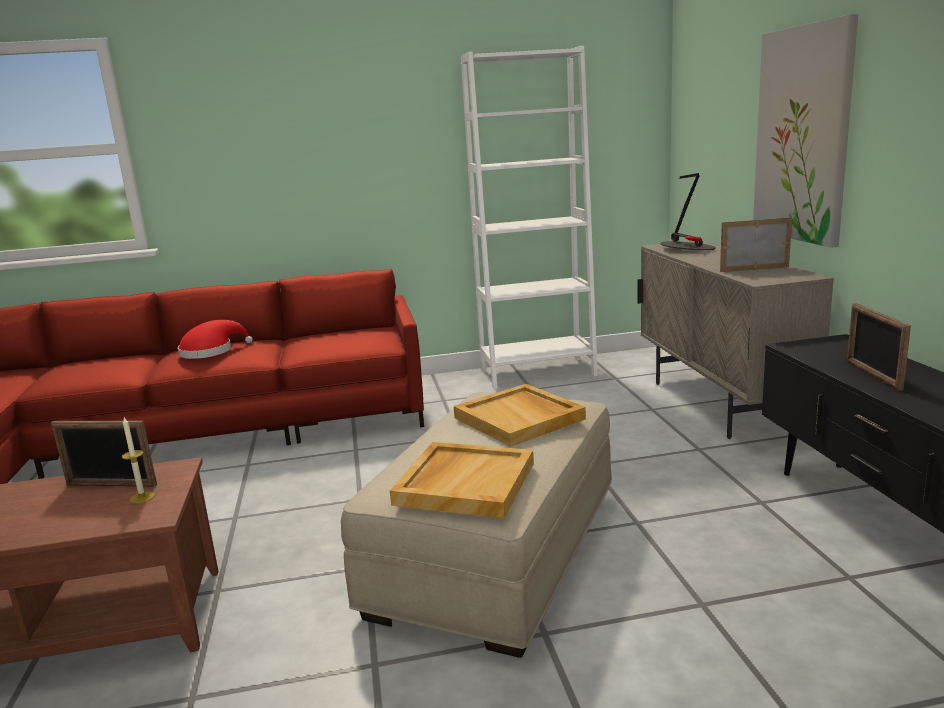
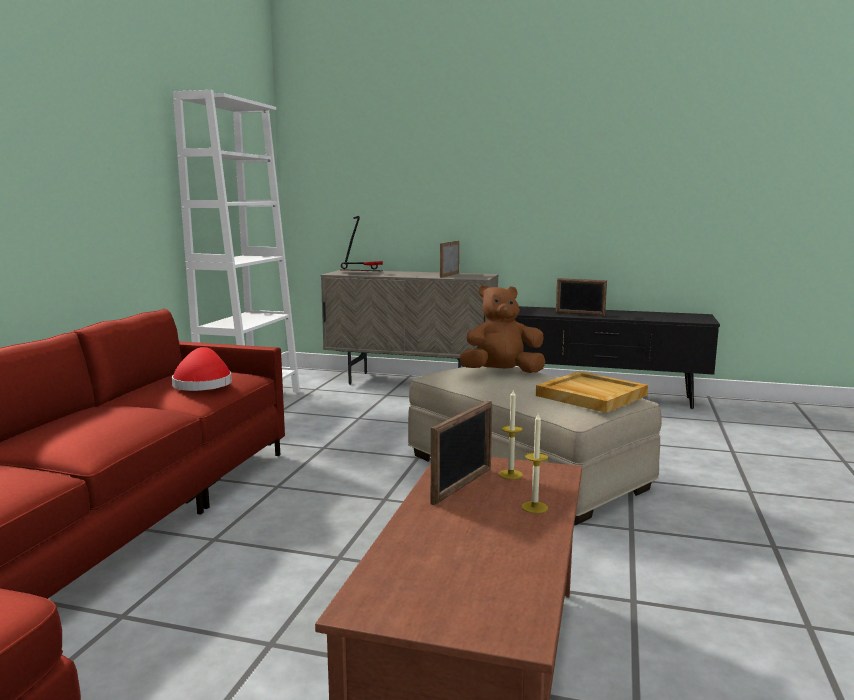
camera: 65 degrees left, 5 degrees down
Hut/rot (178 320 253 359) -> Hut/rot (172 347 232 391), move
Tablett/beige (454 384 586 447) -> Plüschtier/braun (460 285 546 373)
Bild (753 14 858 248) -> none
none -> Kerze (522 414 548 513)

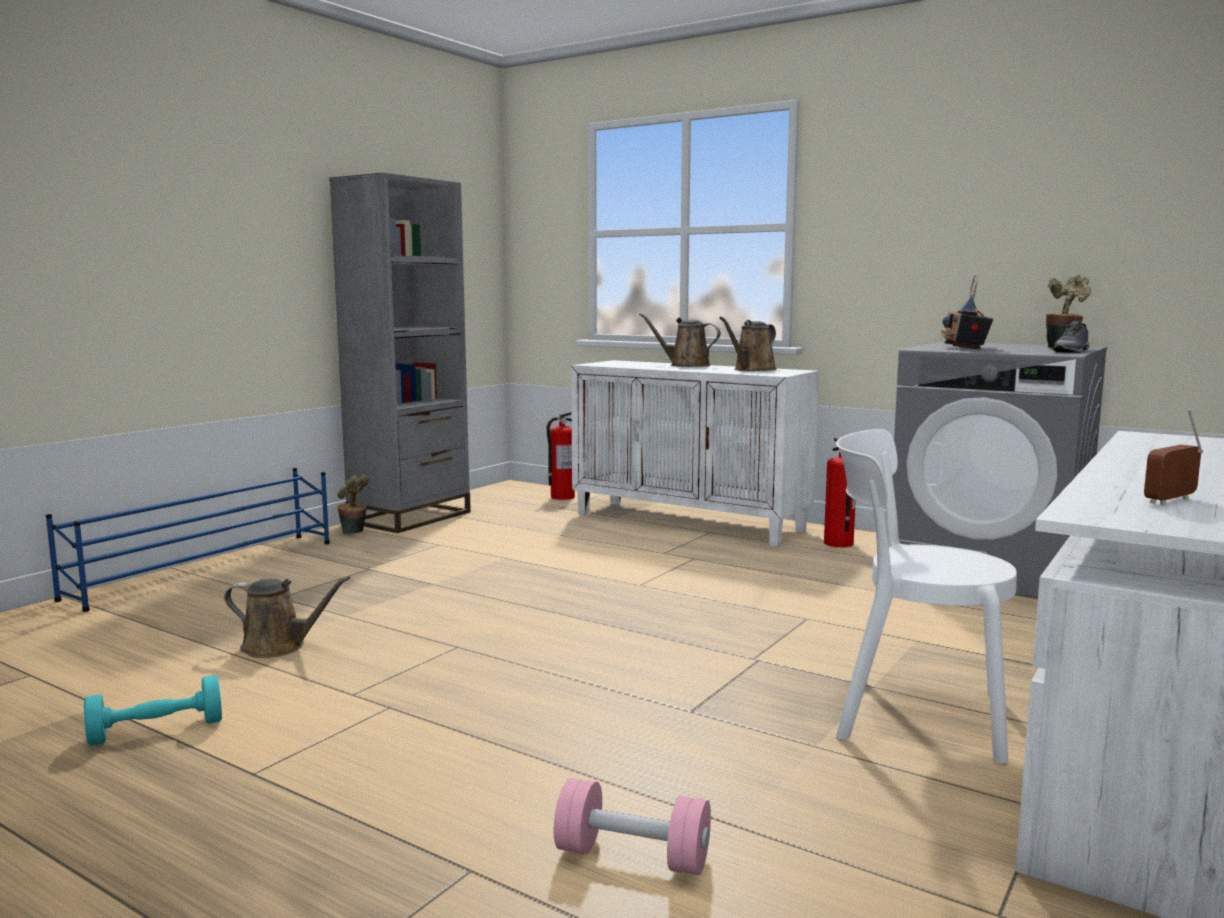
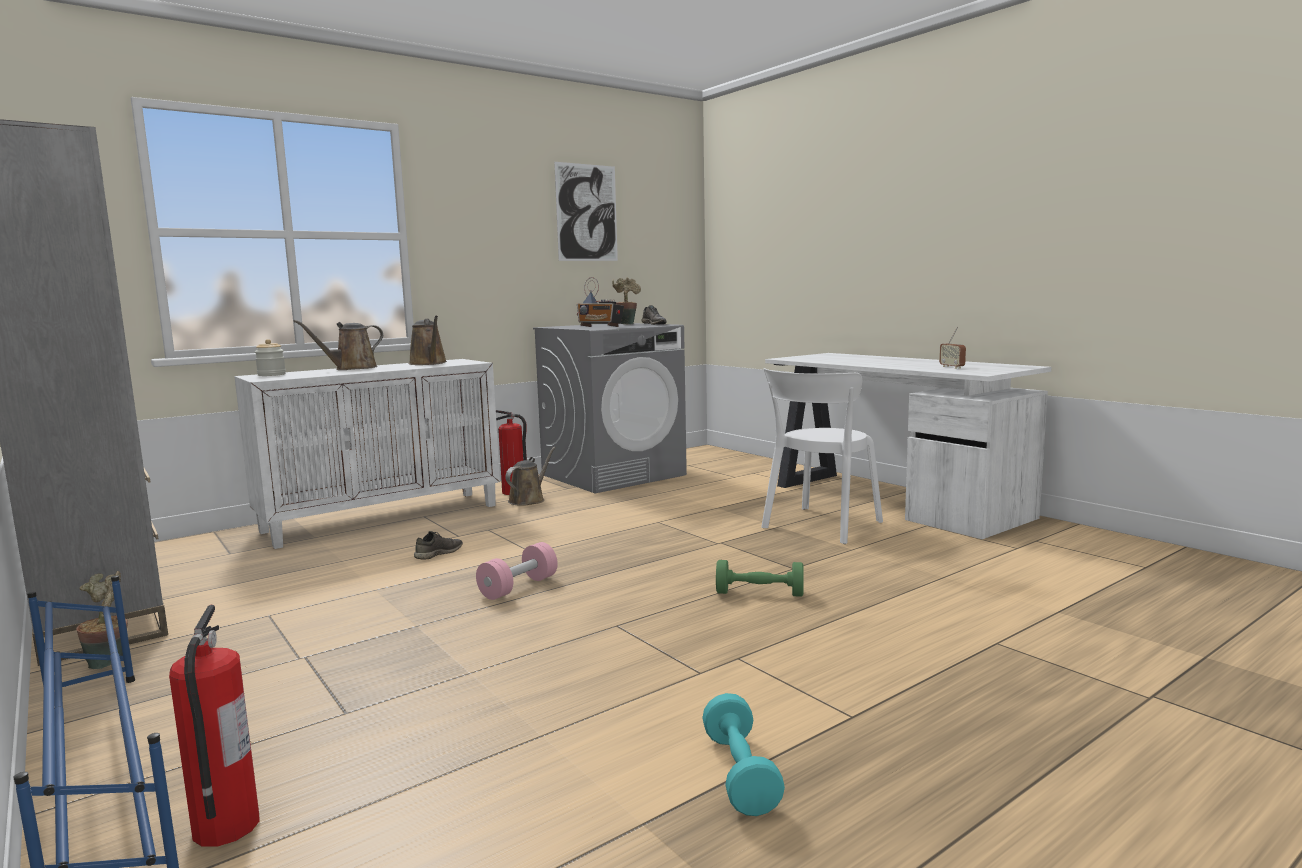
camera: 70 degrees left, 0 degrees up
Gießkanne/braun (224 576 350 658) -> Gießkanne/braun (505 447 556 506), move
Feuerlöscher (546 412 575 500) -> Feuerlöscher (169 605 260 847), move
Hantel/rosa (554 778 711 875) -> Hantel/rosa (476 542 558 600), move
none -> Vorratsglas (255 339 286 376)
none -> Schuh/grau (414 531 463 560)
none -> Bild (554 162 618 261)
none -> Hantel/grün (716 560 804 597)

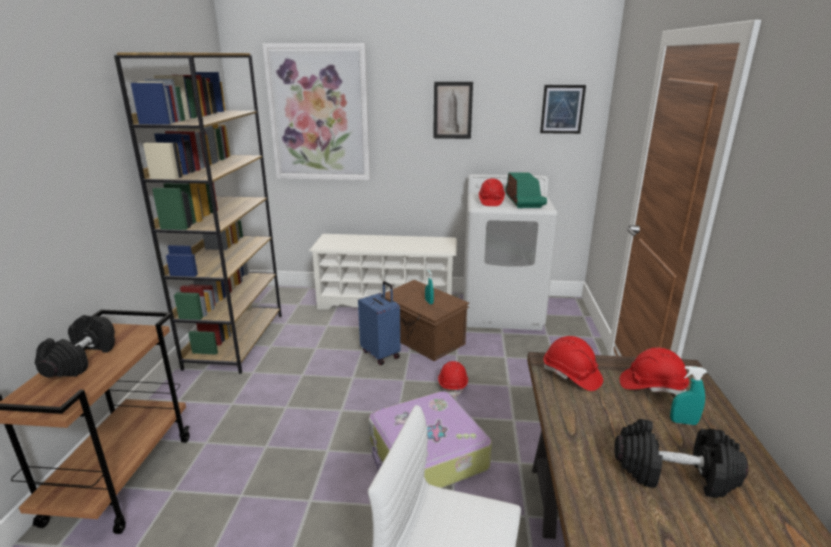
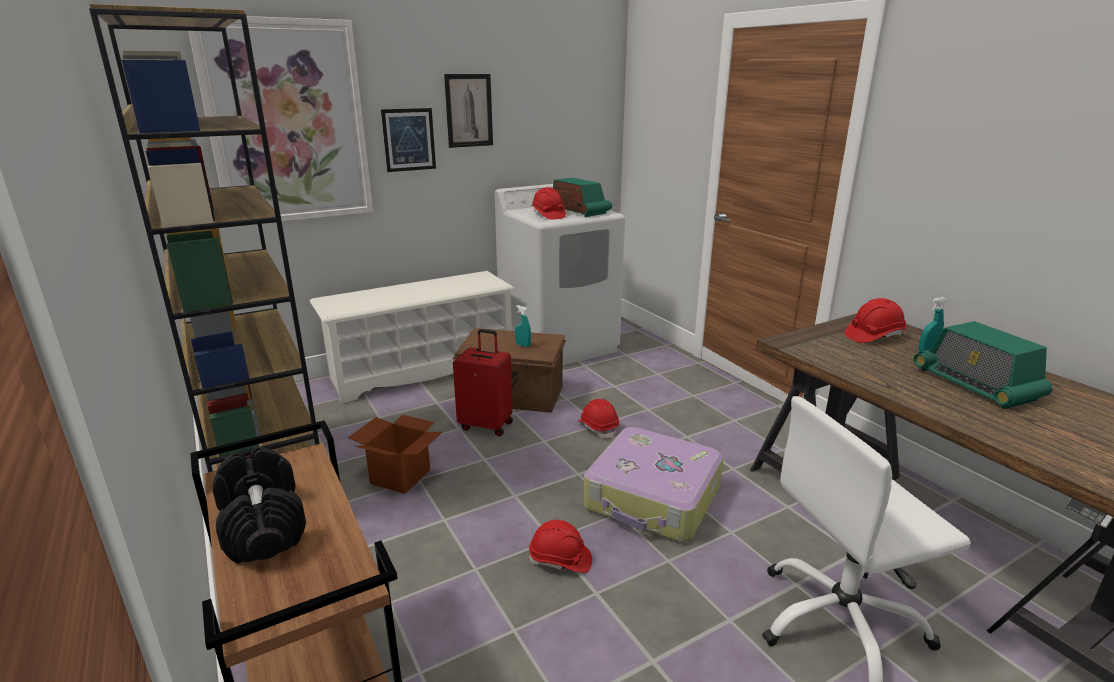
camera: 35 degrees left, 0 degrees up
Koffer/blau (358 281 400 365) -> Koffer/rot (453 329 513 436)
Bild (540 85 586 134) -> Bild (381 108 436 172), move
Schutzhelm/rot (544 336 603 391) -> Schutzhelm/rot (528 520 592 573), move
Hantel/schwarz (615 419 748 498) -> Radio (913 321 1052 409)
none -> Karton (348 415 443 494)

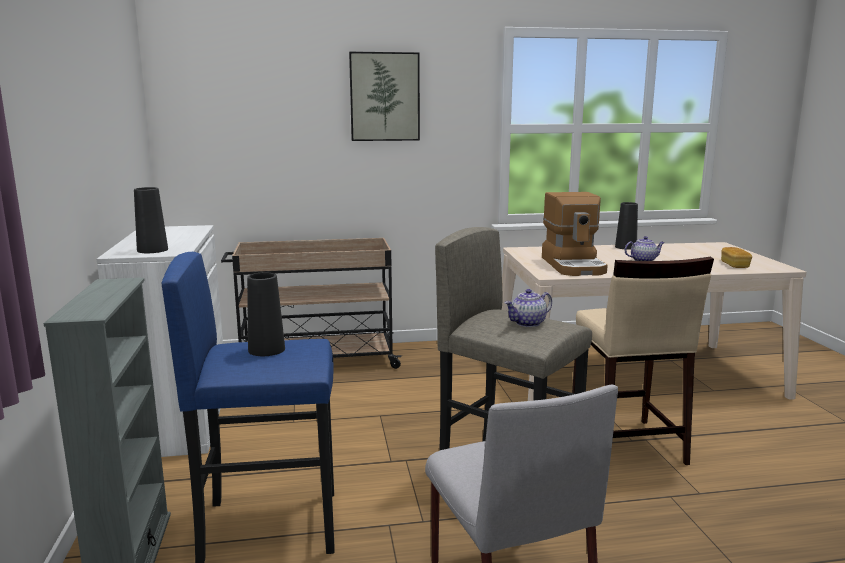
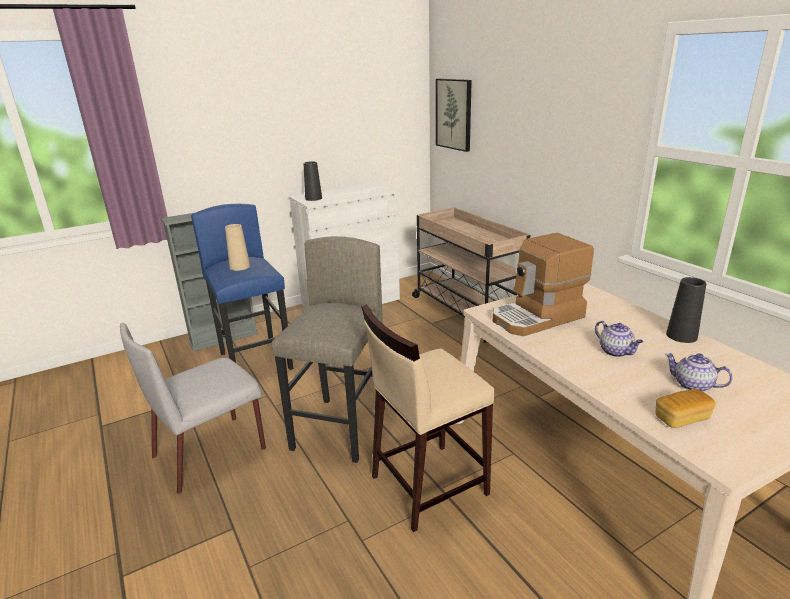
camera: 70 degrees right, 10 degrees up
Vase/schwarz (247 272 285 356) -> Vase/beige (225 224 250 271)
Bild (349 52 420 141) -> Bild (436 79 472 152), move
Teekanne (504 289 552 327) -> Teekanne (665 353 733 392), move

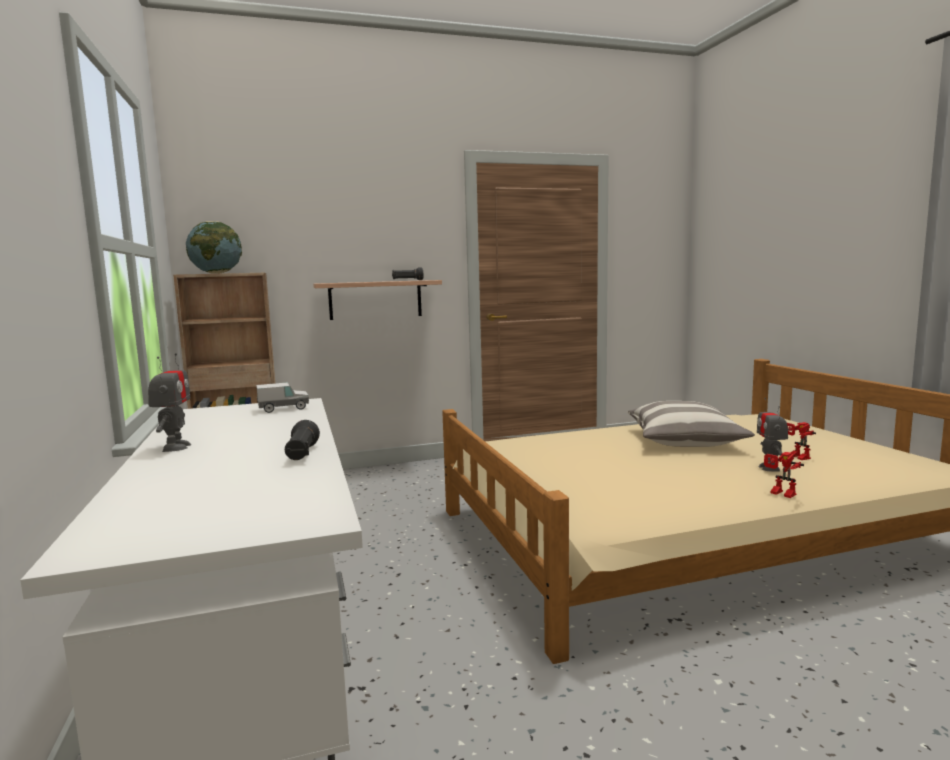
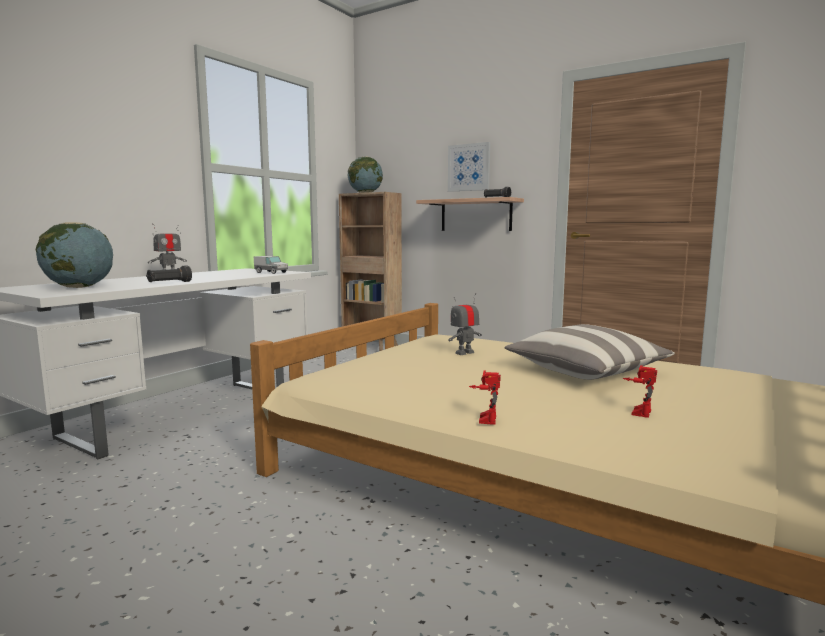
camera: 50 degrees right, 0 degrees up
Spielzeugroboter (757 398 788 472) -> Spielzeugroboter (448 293 482 355), move
none -> Globus (36 222 113 288)
none -> Bild (448 142 490 192)

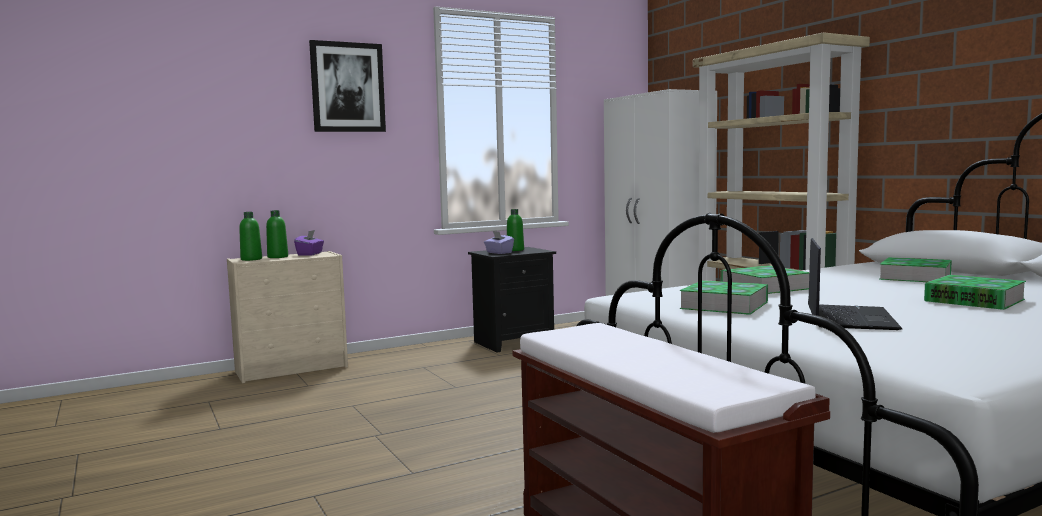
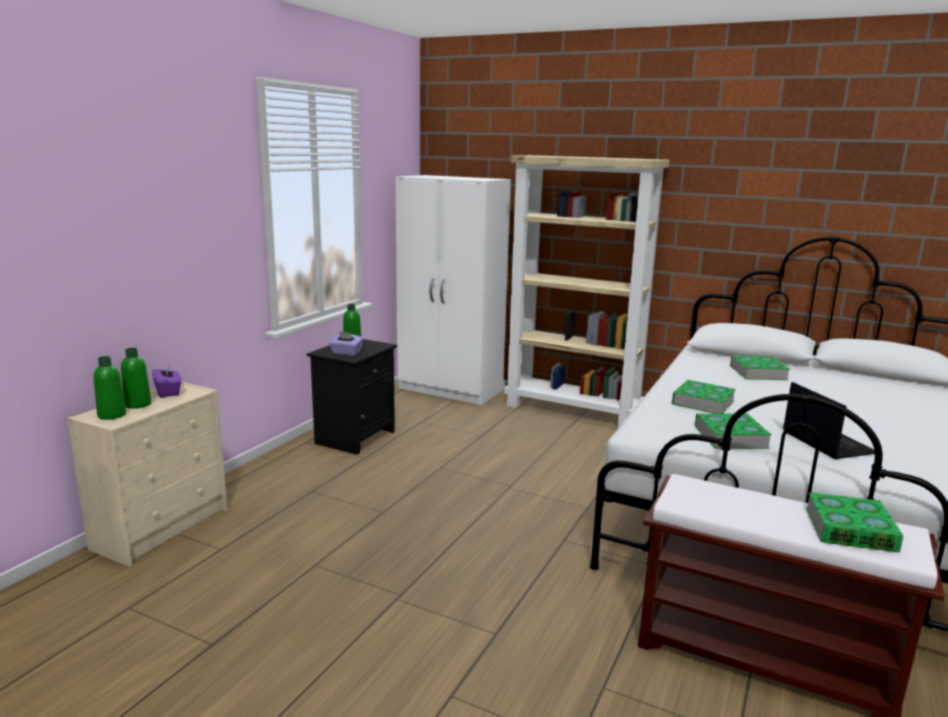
camera: 35 degrees left, 10 degrees up
Bild (309 40 386 132) -> none
Buch (924 275 1026 310) -> Buch (806 492 904 552), move

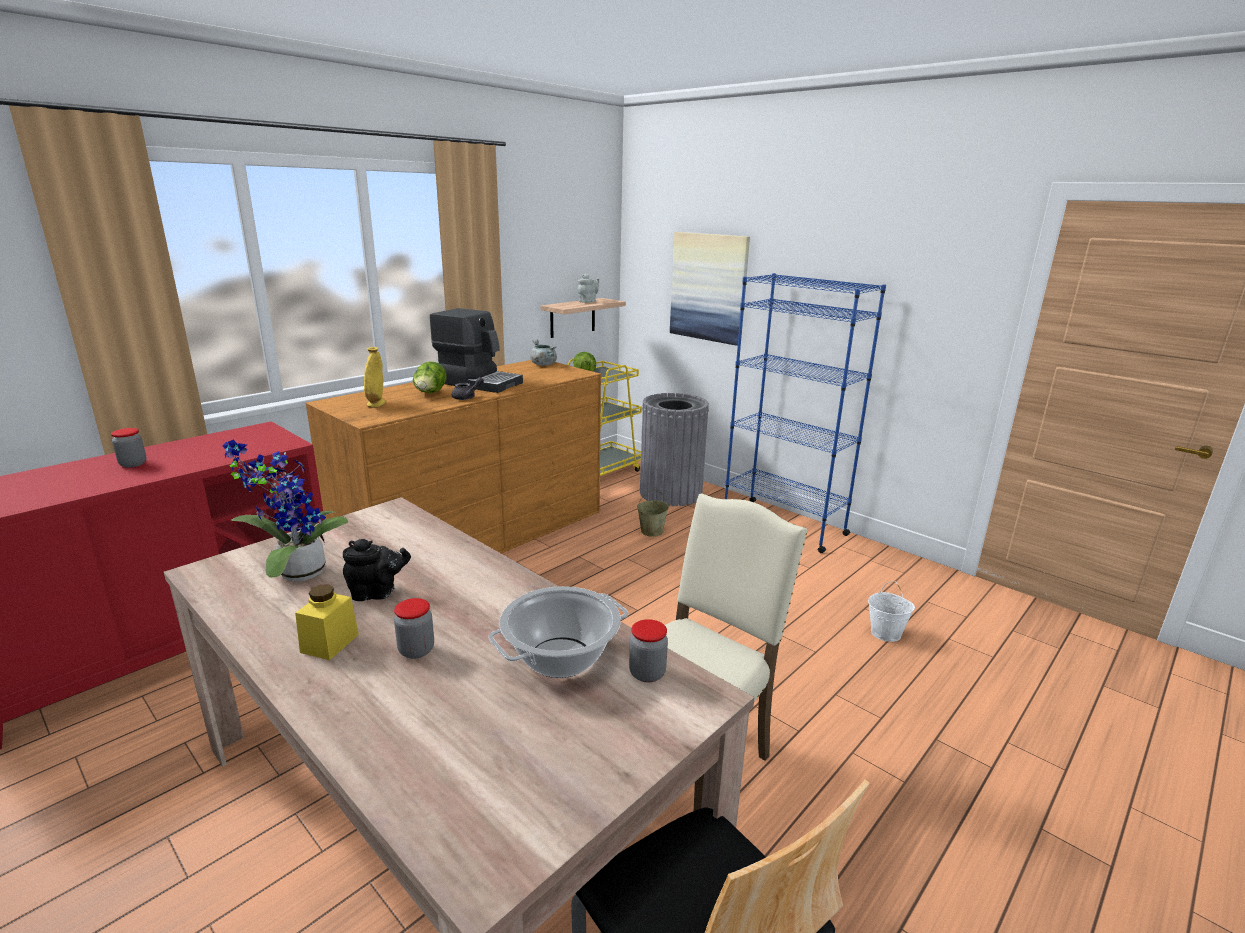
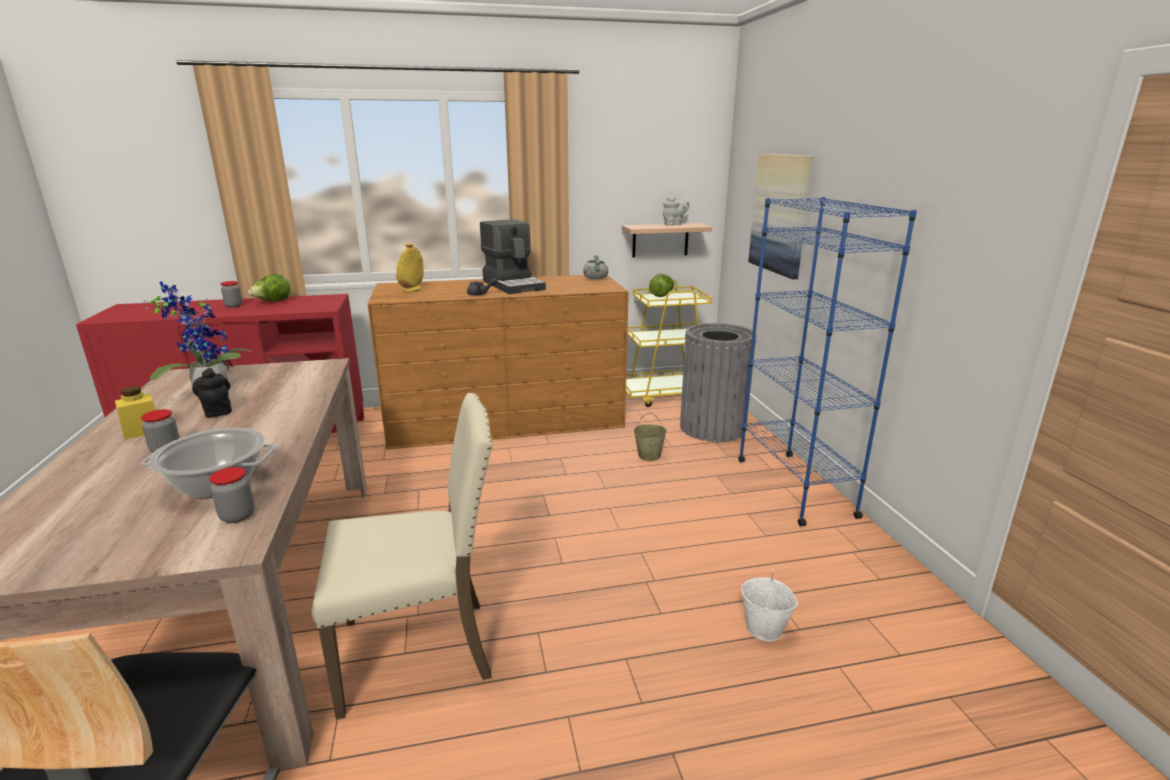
camera: 35 degrees right, 0 degrees up
Teekanne/schwarz (343 539 411 601) -> Teekanne/schwarz (192 368 232 418), 150 degrees counterclockwise
Salatkopf (413 361 447 393) -> Salatkopf (248 274 291 301), move

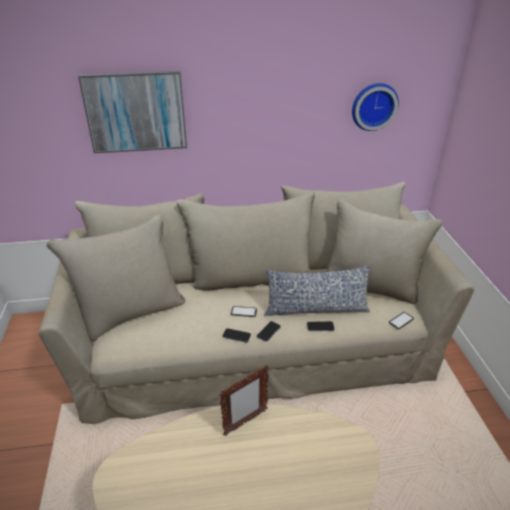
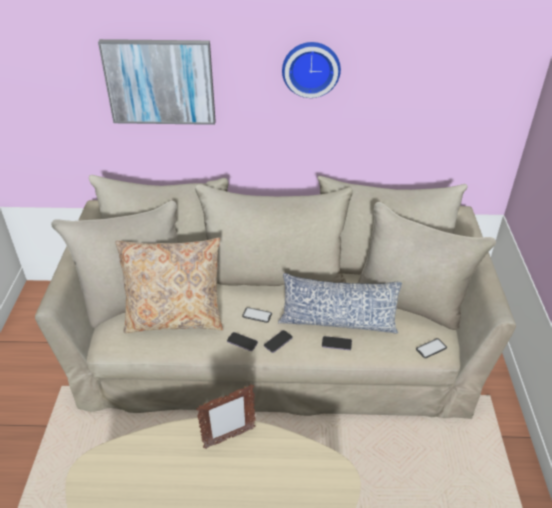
camera: 10 degrees right, 5 degrees up
Wanduhr (352 83 399 131) -> Wanduhr (282 42 341 98), move
none -> Kissen/beige (116 238 223 333)

